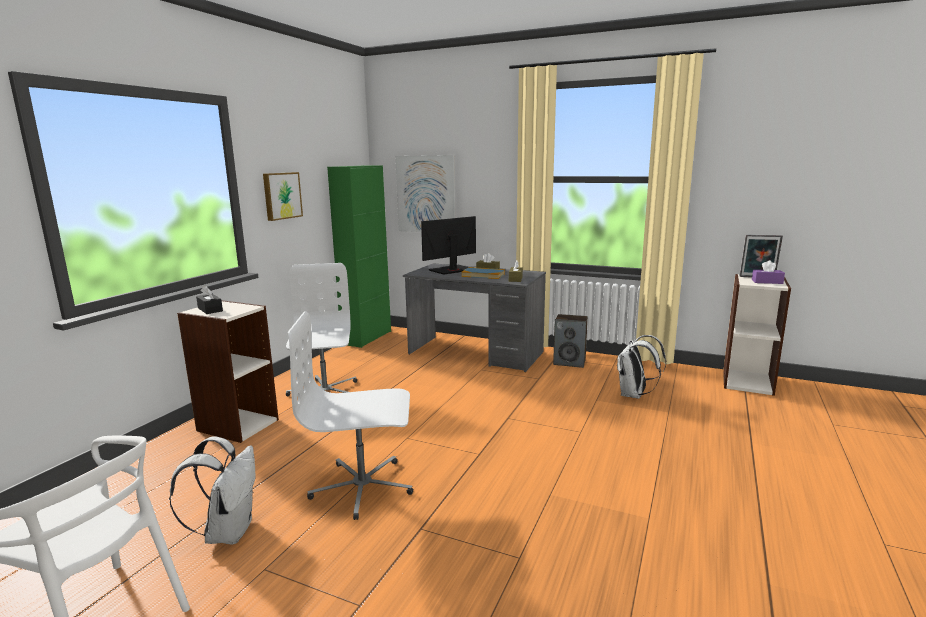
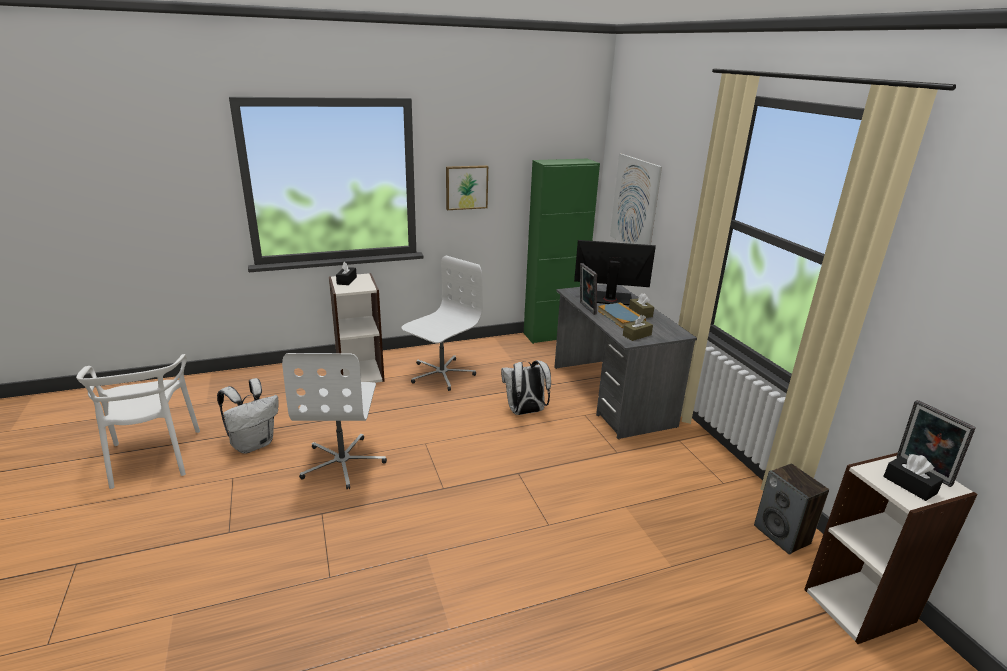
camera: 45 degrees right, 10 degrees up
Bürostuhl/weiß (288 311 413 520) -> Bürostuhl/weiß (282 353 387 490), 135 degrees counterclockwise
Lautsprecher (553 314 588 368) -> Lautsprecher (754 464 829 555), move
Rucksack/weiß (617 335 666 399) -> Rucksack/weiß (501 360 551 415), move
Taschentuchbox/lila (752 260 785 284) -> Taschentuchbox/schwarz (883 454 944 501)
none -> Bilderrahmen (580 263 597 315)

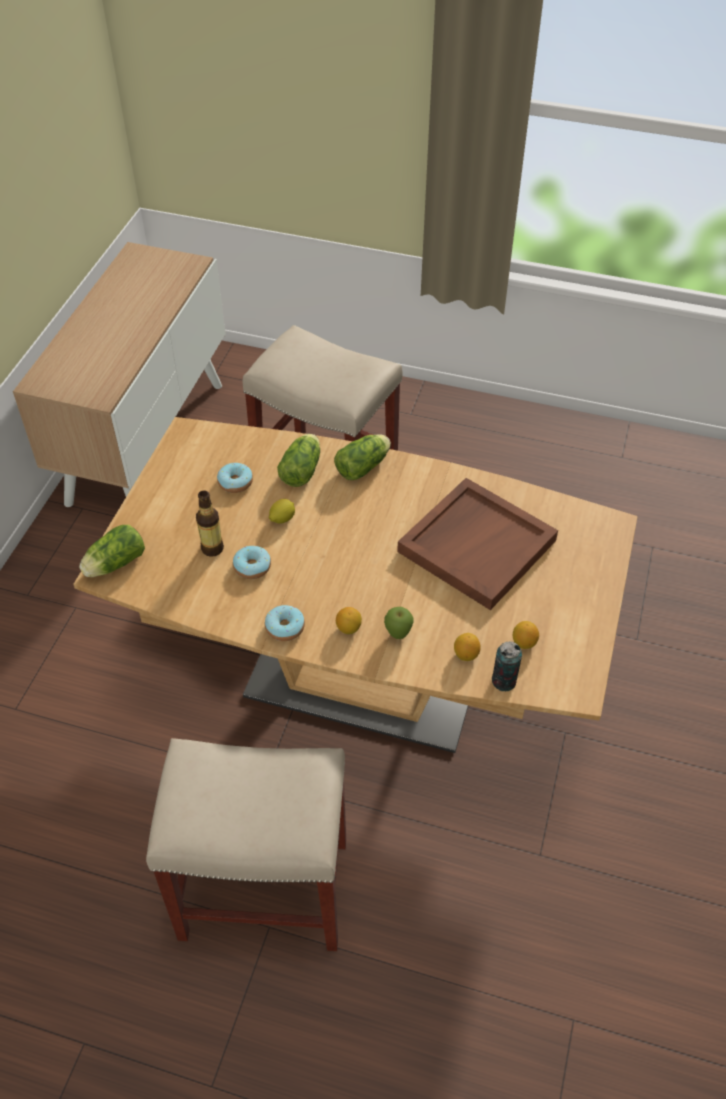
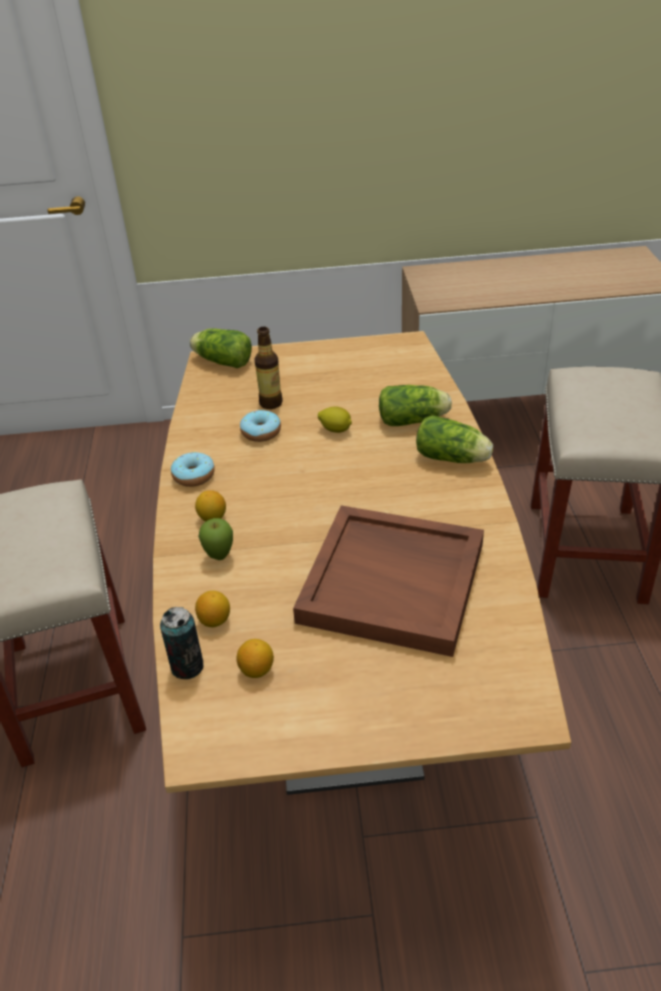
camera: 70 degrees right, 10 degrees down
Donut (217 463 253 493) -> none

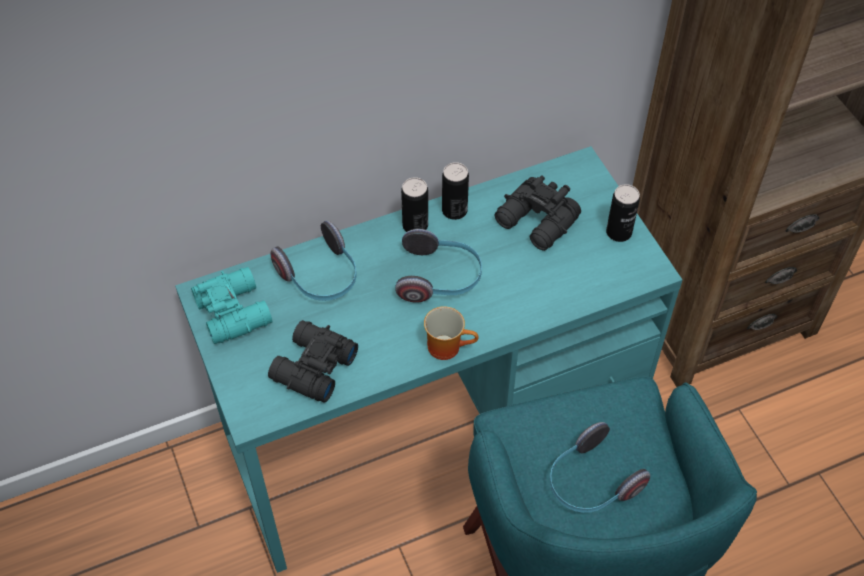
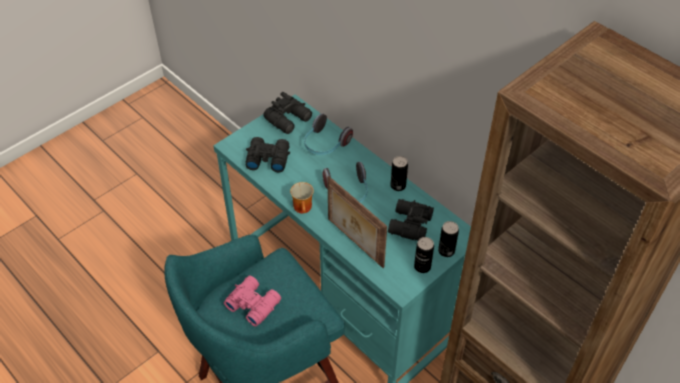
camera: 70 degrees right, 5 degrees down
Fernglas/türkis (191 267 273 344) -> Fernglas/schwarz (263 92 312 134)
Dose (401 177 428 232) -> Dose (438 221 459 257), move
Kopfhörer (550 422 650 513) -> Fernglas/rosa (224 276 281 326)
none -> Bilderrahmen (327 176 387 268)

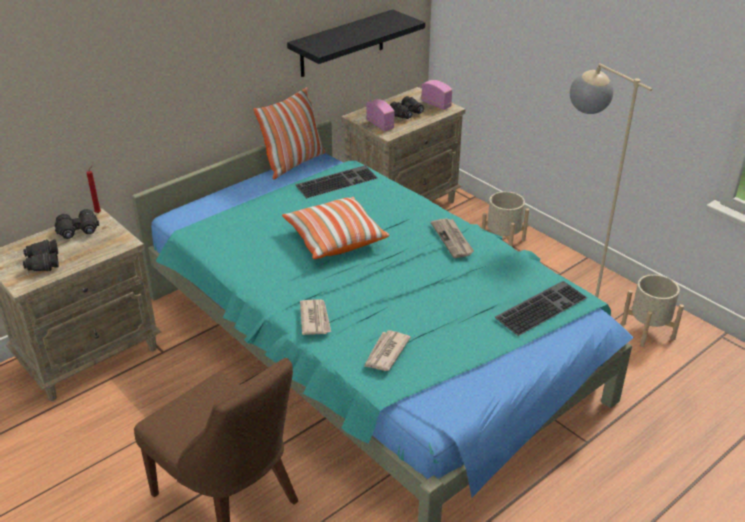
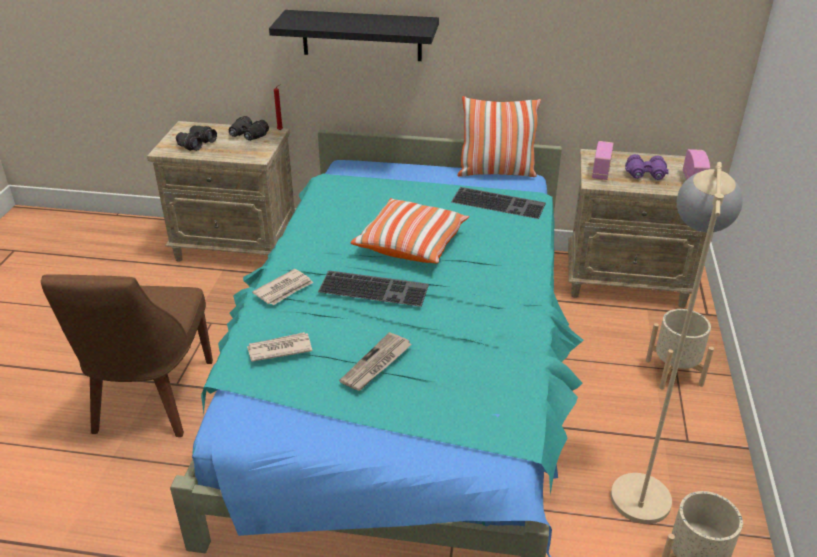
camera: 50 degrees right, 0 degrees up
Wandregal/schwarz (287 9 425 77) -> Wandregal/schwarz (269 10 439 61), move
Fernglas/schwarz (390 96 424 119) -> Fernglas/lila (625 154 669 180)
Zeitung (431 218 474 258) -> Zeitung (339 332 412 391), move
Tastatur (495 281 587 336) -> Tastatur (318 270 429 307), move

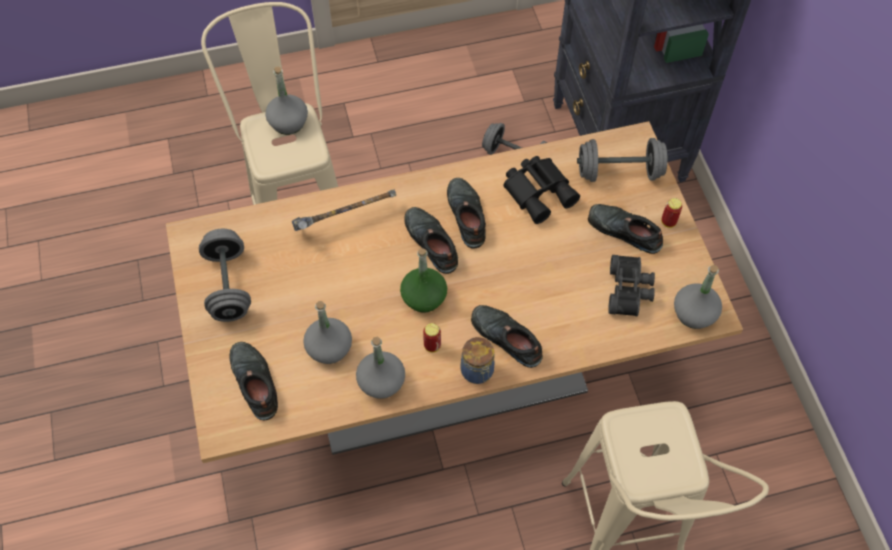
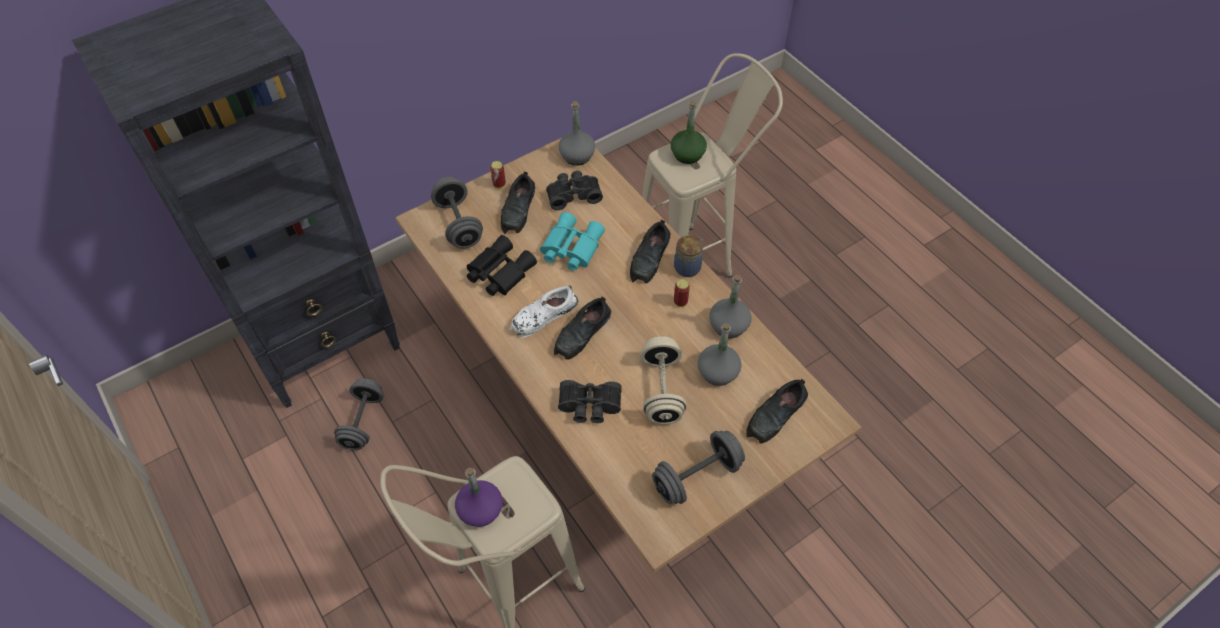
camera: 110 degrees left, 5 degrees down
Flasche/grau (265 66 308 135) -> Flasche/lila (455 467 503 527)
Hammer (292 190 396 231) -> Fernglas/schwarz (558 380 622 423)
Flasche/grün (400 248 447 313) -> Flasche/grün (671 100 707 164), move
Schuh/schwarz (447 178 486 249) -> Schuh/weiß (510 285 578 338)
none -> Fernglas/türkis (540 212 605 271)
none -> Hantel/beige (640 336 687 425)

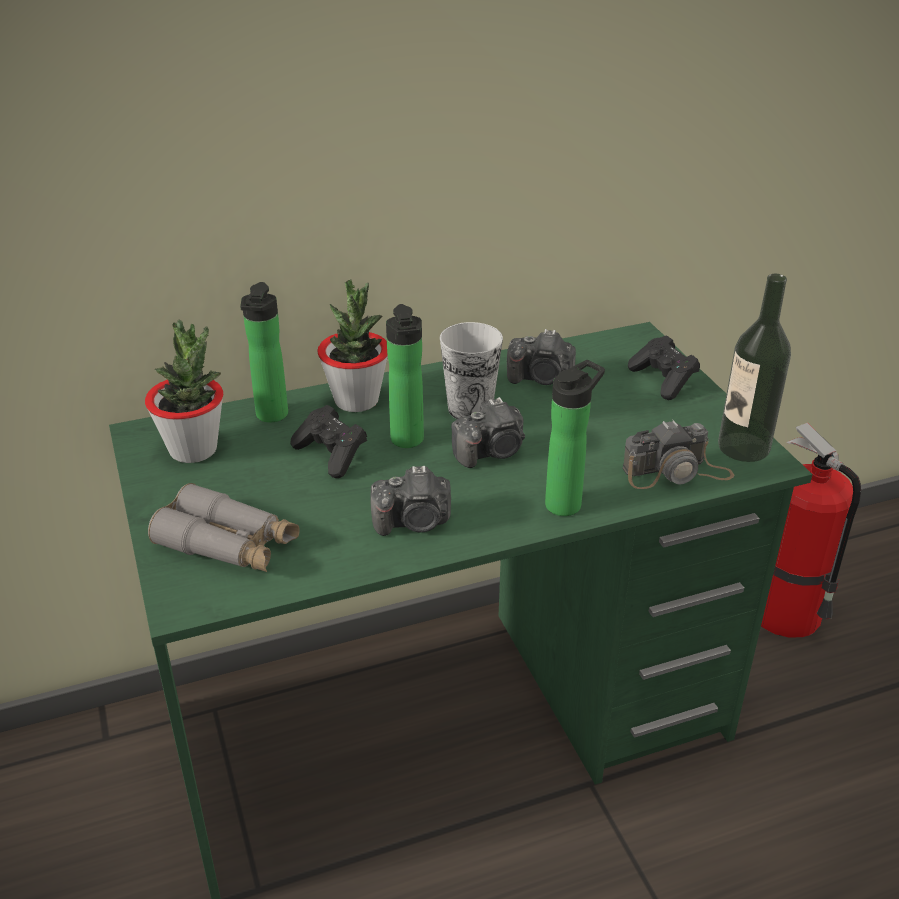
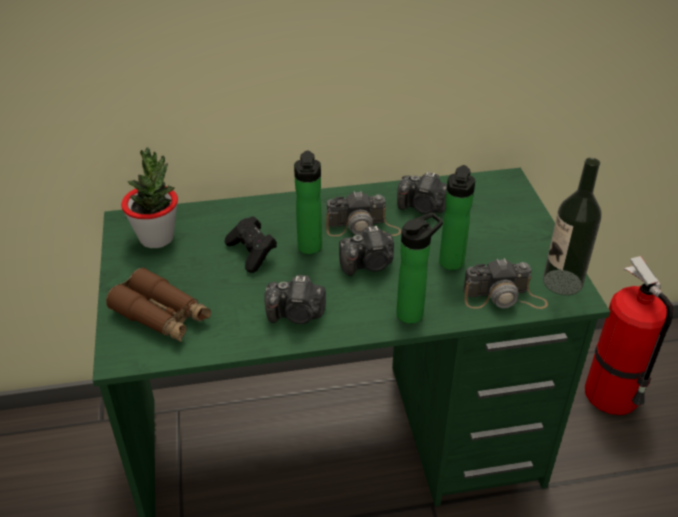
camera: 10 degrees right, 5 degrees up
Fernglas/grau (148 483 300 572) -> Fernglas/braun (106 267 211 342)
Flasche (240 282 288 423) -> Flasche (439 165 476 270), move
Topfpflanze (317 280 388 412) -> none
Tasse (440 322 503 419) -> Kamera (326 191 401 236)
Gamepad/schwarz (628 335 700 400) -> none

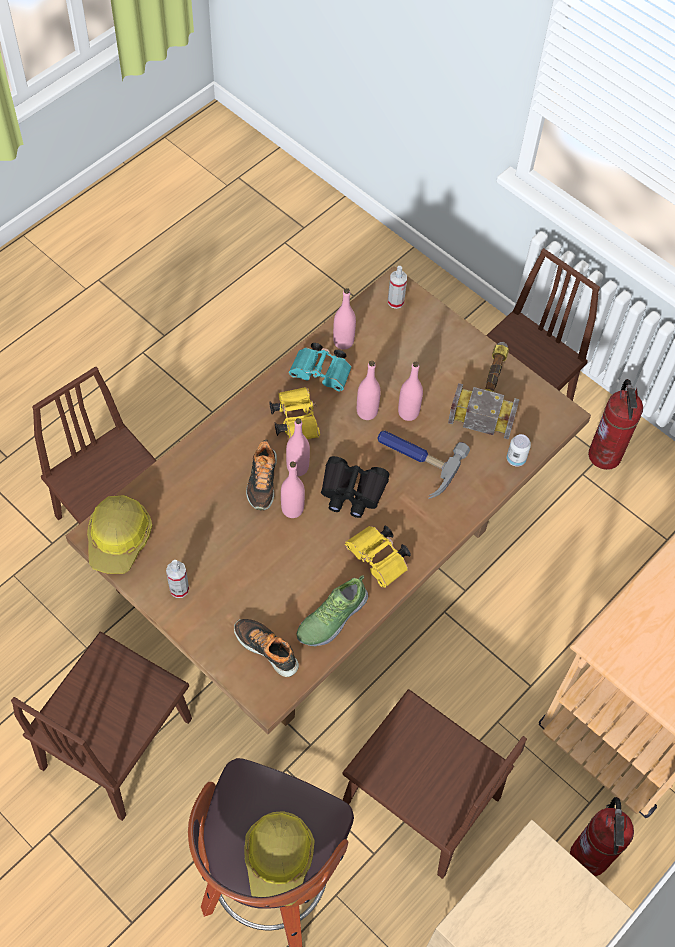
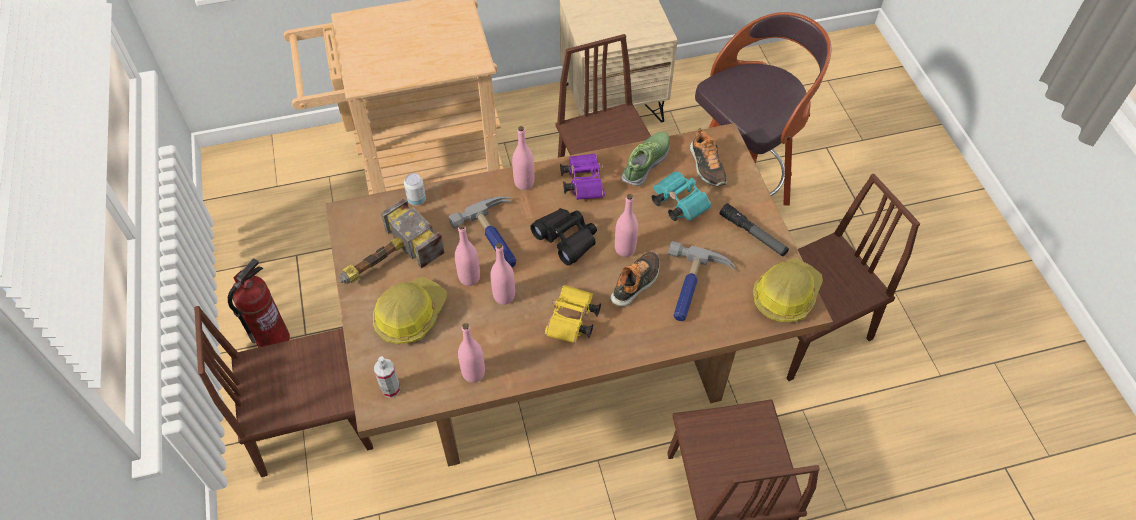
camera: 145 degrees left, 5 degrees down
Sprühflasche (166 560 189 598) -> Taschenlampe (720 203 789 256)
Schutzhelm (244 811 315 906) -> Schutzhelm (373 277 447 344), move
Flasche/rosa (286 418 310 476) -> Flasche/rosa (512 126 534 190), move
Fernglas/türkis (289 343 352 391) -> Fernglas/türkis (652 171 711 221), move
Schuh (297 575 368 647) -> Schuh (621 132 670 187), 45 degrees counterclockwise
Fernglas/gelb (345 525 411 588) -> Fernglas/lila (560 153 605 200)
Feuerlöscher (570 797 634 876) -> none
none -> Hammer (668 241 735 321)

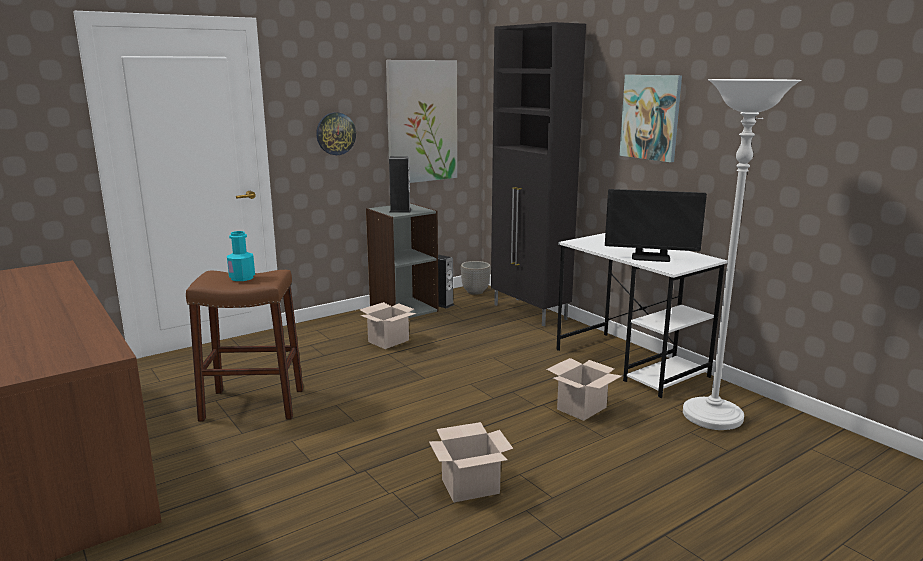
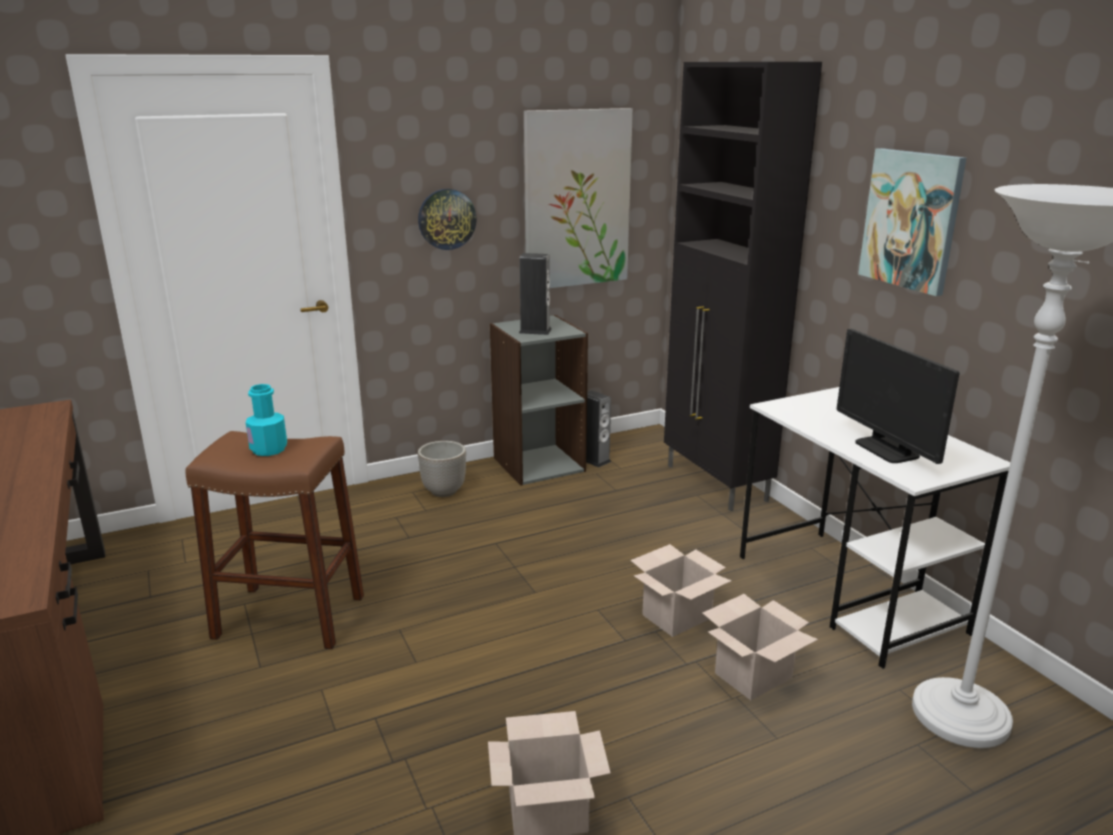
camera: 10 degrees right, 5 degrees up
Karton (360 302 417 349) -> Karton (630 544 731 637), move
Pflanzkübel (461 261 491 295) -> Pflanzkübel (418 441 466 497), move
Monitor (605 189 707 262) -> Monitor (837 329 960 464), 45 degrees clockwise

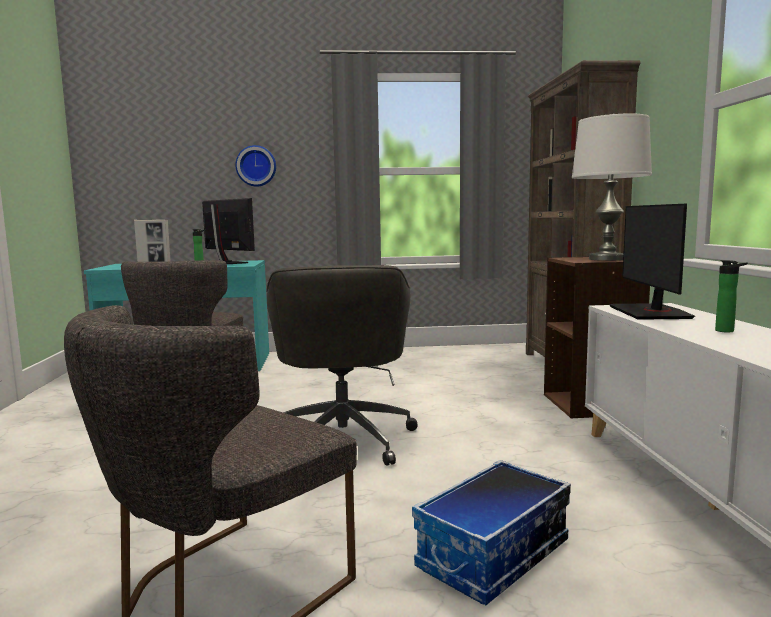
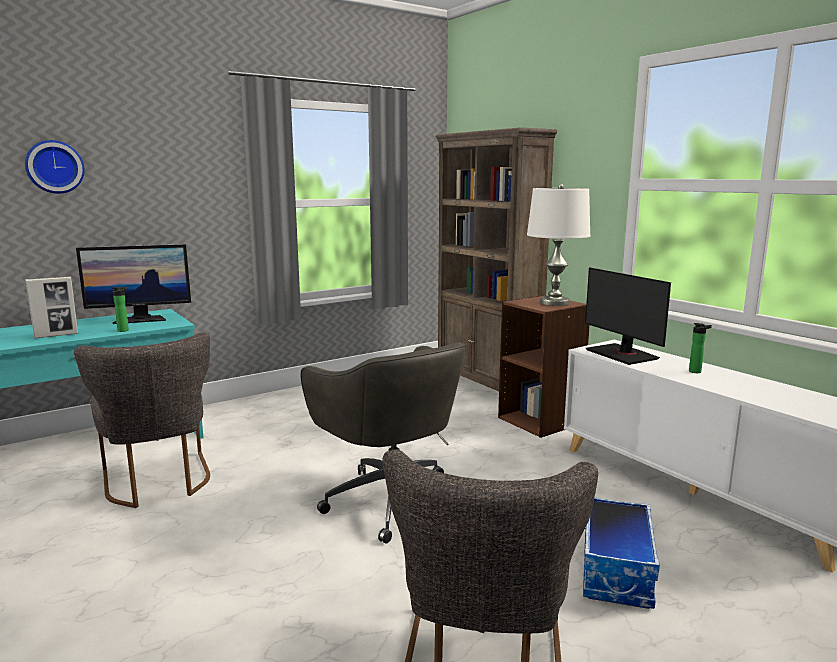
camera: 30 degrees left, 5 degrees up
Monitor (202 198 255 264) -> Monitor (76 244 191 324), 150 degrees clockwise
Wanduhr (235 145 276 187) -> Wanduhr (25 140 85 194), move

